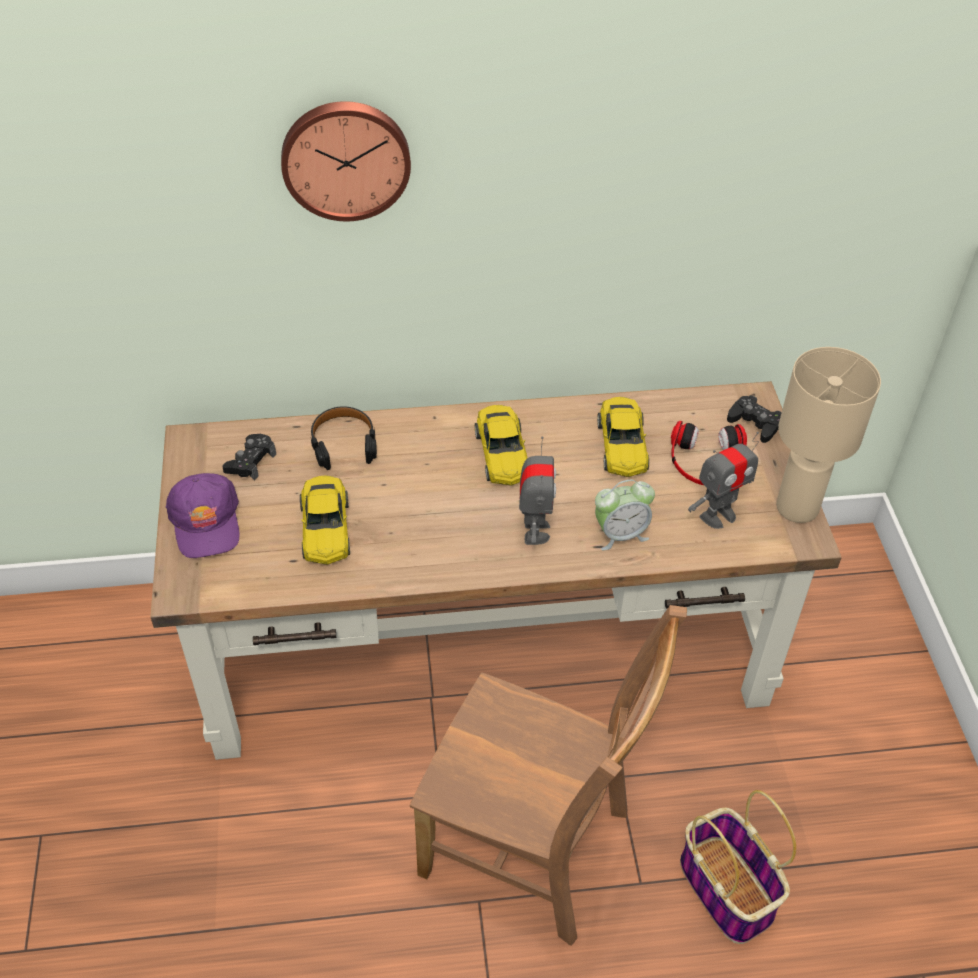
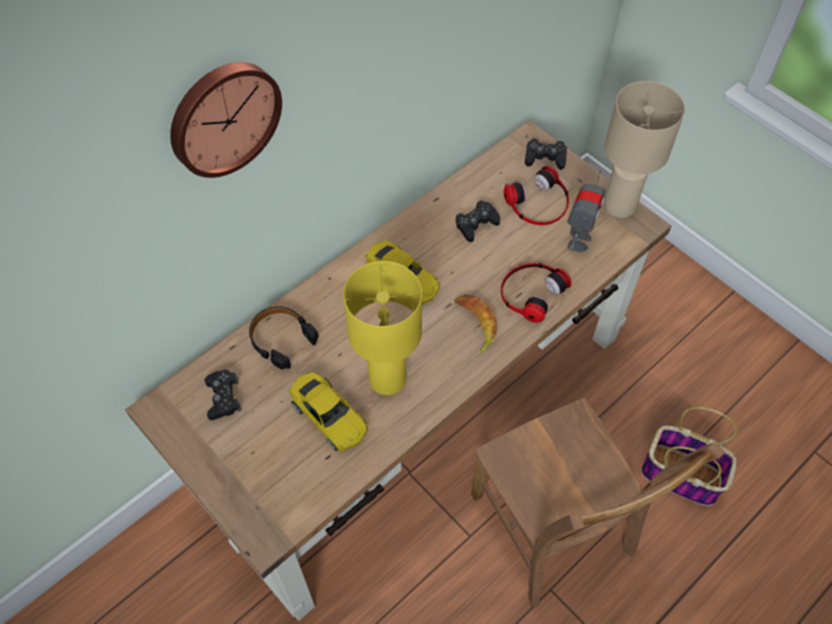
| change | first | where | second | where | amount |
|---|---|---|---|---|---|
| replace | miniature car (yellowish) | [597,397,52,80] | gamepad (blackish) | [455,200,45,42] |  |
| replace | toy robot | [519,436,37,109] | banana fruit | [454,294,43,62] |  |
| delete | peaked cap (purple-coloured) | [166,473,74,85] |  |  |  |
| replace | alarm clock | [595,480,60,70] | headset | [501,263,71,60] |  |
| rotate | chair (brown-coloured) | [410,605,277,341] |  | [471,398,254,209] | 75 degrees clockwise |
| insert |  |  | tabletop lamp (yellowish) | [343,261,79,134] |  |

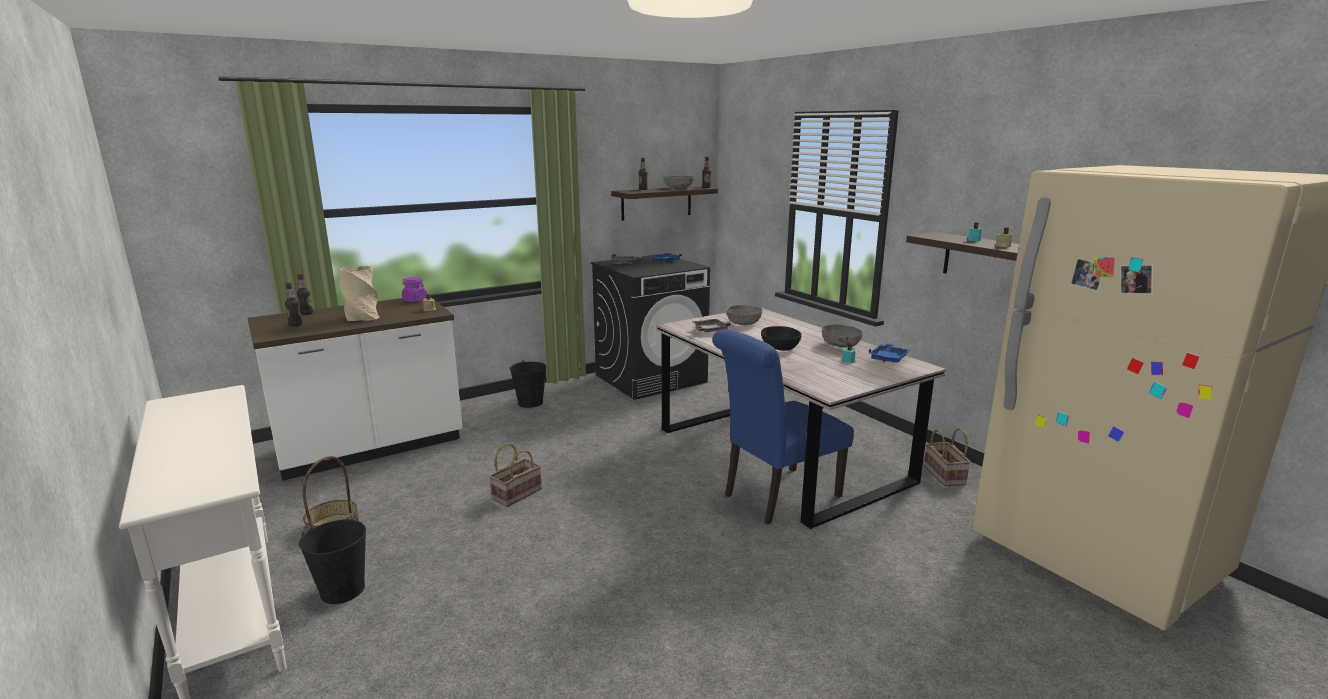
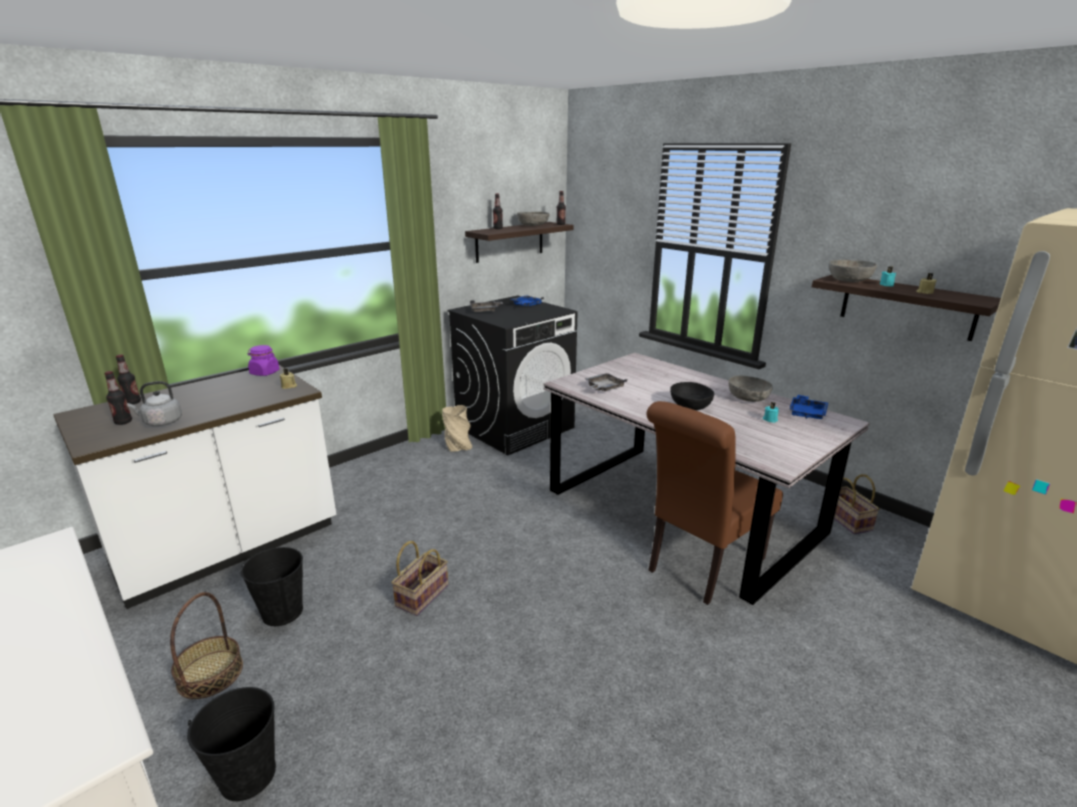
| change | first | where | second | where | amount |
|---|---|---|---|---|---|
| move | flower vase (sand-coloured) | [339,266,41,55] |  | [442,405,30,47] |  |
| move | serving bowl (grey) | [727,305,35,20] |  | [829,260,48,22] |  |
| recolor | chair (bluish) | [712,329,142,196] | chair (brown-coloured) | [647,401,136,204] |  |
| move | bucket (blackish) | [510,360,37,48] |  | [240,547,63,79] |  |
| insert |  |  | tea kettle (grey) | [127,381,55,45] |  |

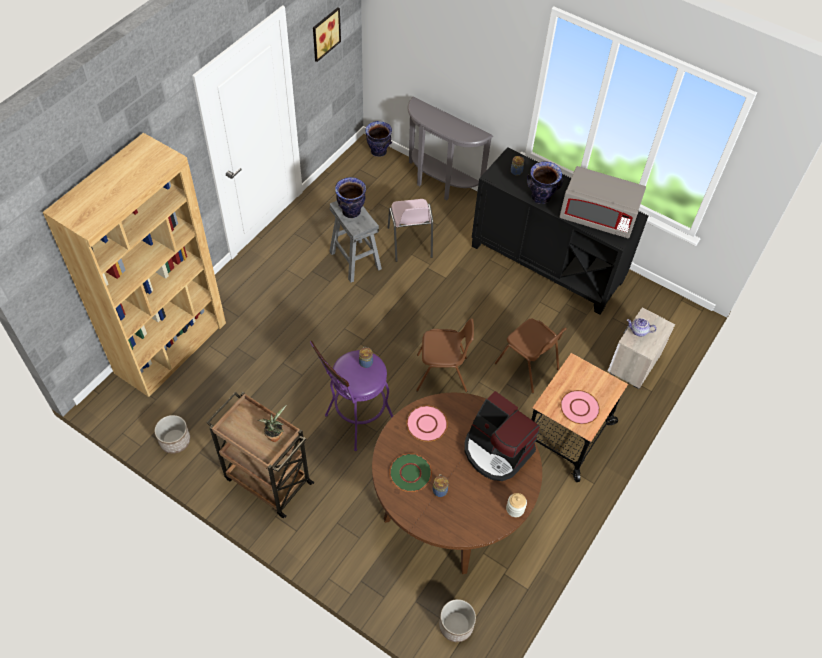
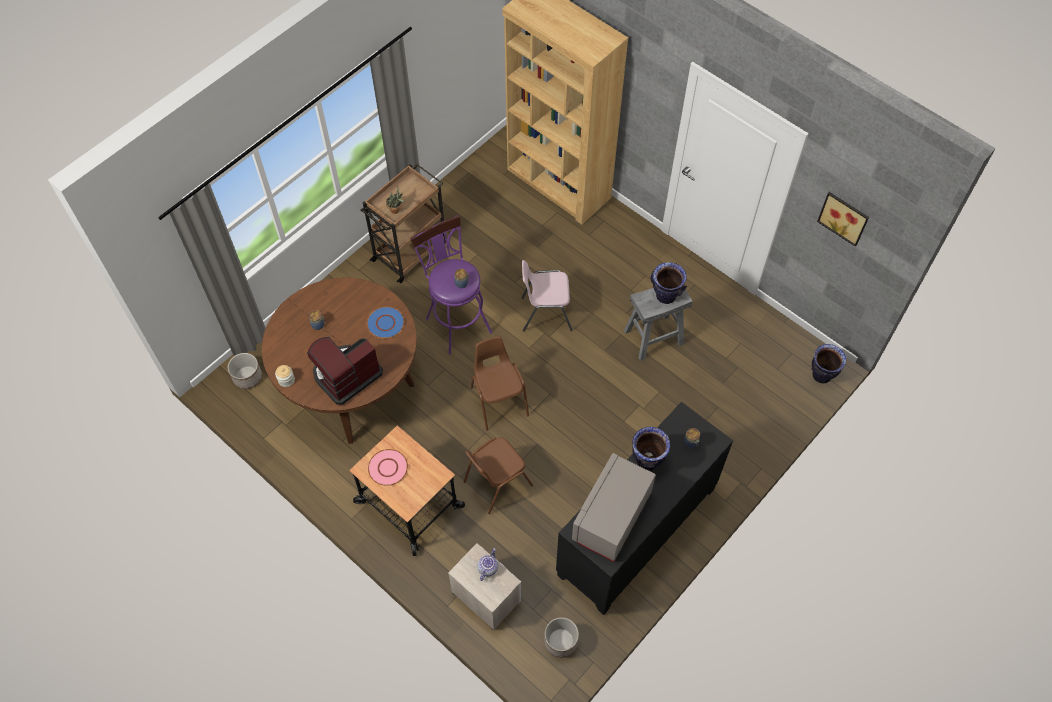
| change | first | where | second | where | amount |
|---|---|---|---|---|---|
| delete | narrow table (grey) | [407,97,86,103] |  |  |  |
| move | chair (pink-coloured) | [387,199,46,63] |  | [522,260,51,72] |  |
| rotate | chair (brown-coloured) | [416,318,58,74] |  | [471,336,58,95] | 150 degrees clockwise |
| recolor | dinner plate (pink-coloured) | [407,406,41,36] | dinner plate (bluish) | [367,306,38,33] |  |
| move | plant pot | [155,415,35,39] |  | [544,617,35,41] |  |
| delete | dinner plate (green-coloured) | [389,453,43,39] |  |  |  |

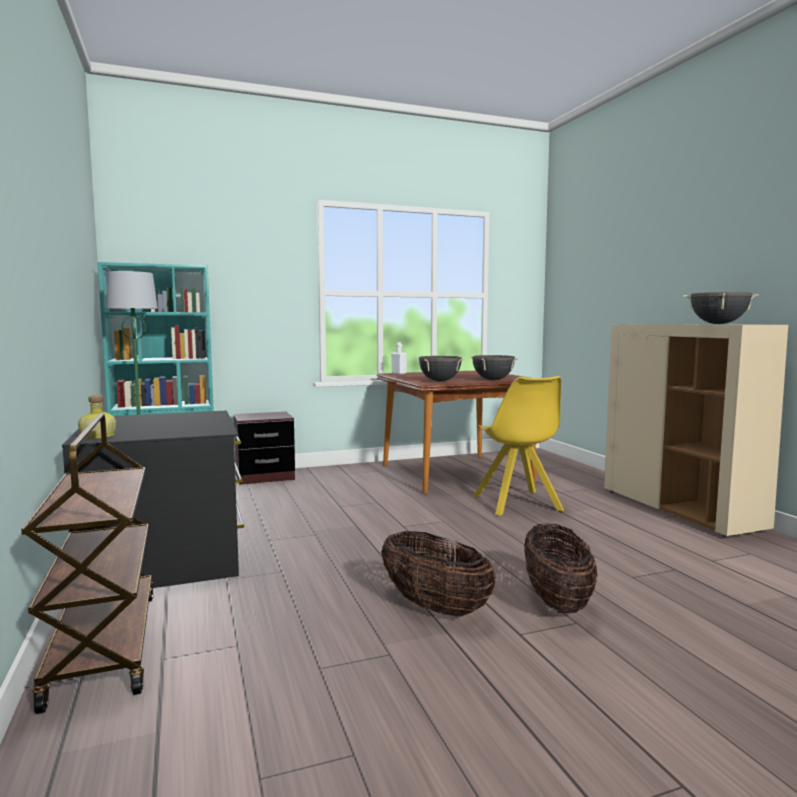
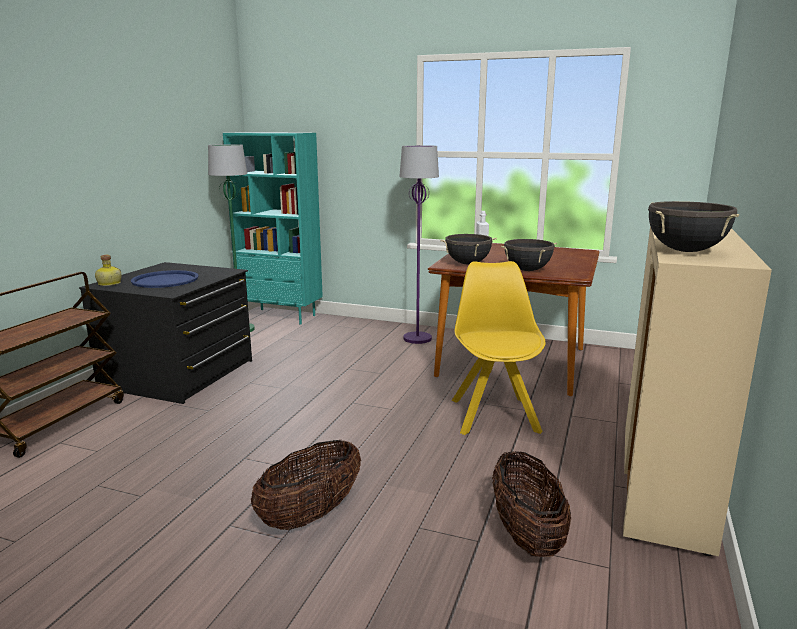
| change | first | where | second | where | amount |
|---|---|---|---|---|---|
| rotate | chair (yellowish) | [473,376,91,140] |  | [452,261,94,174] | 150 degrees clockwise |
| delete | bedside table (brown-coloured) | [234,412,61,73] |  |  |  |
| move | household basket | [381,531,115,86] |  | [492,451,79,106] |  |
| insert |  |  | standing lamp (purple-coloured) | [399,145,40,199] |  |
| insert |  |  | tray (bluish) | [131,270,68,18] |  |

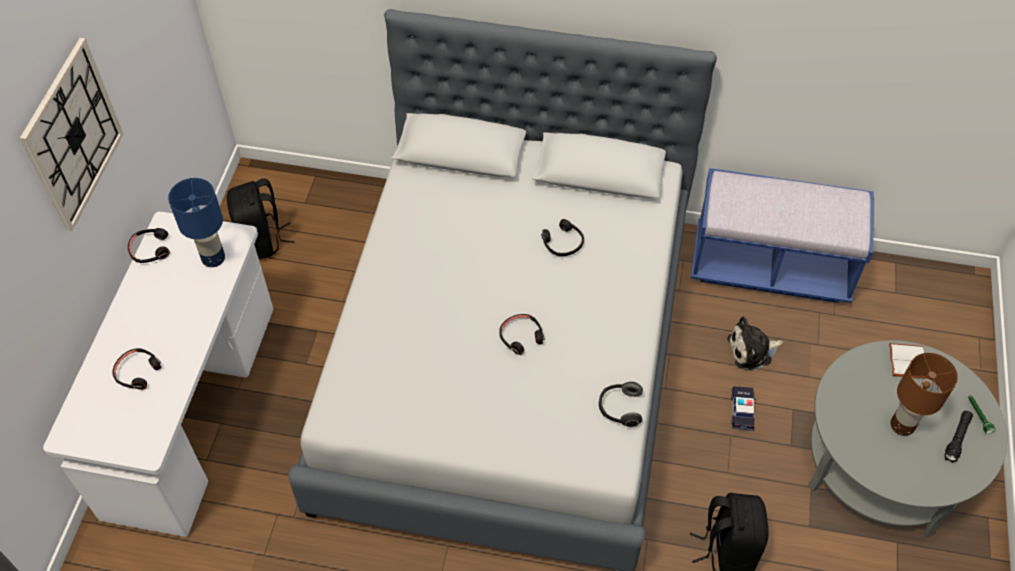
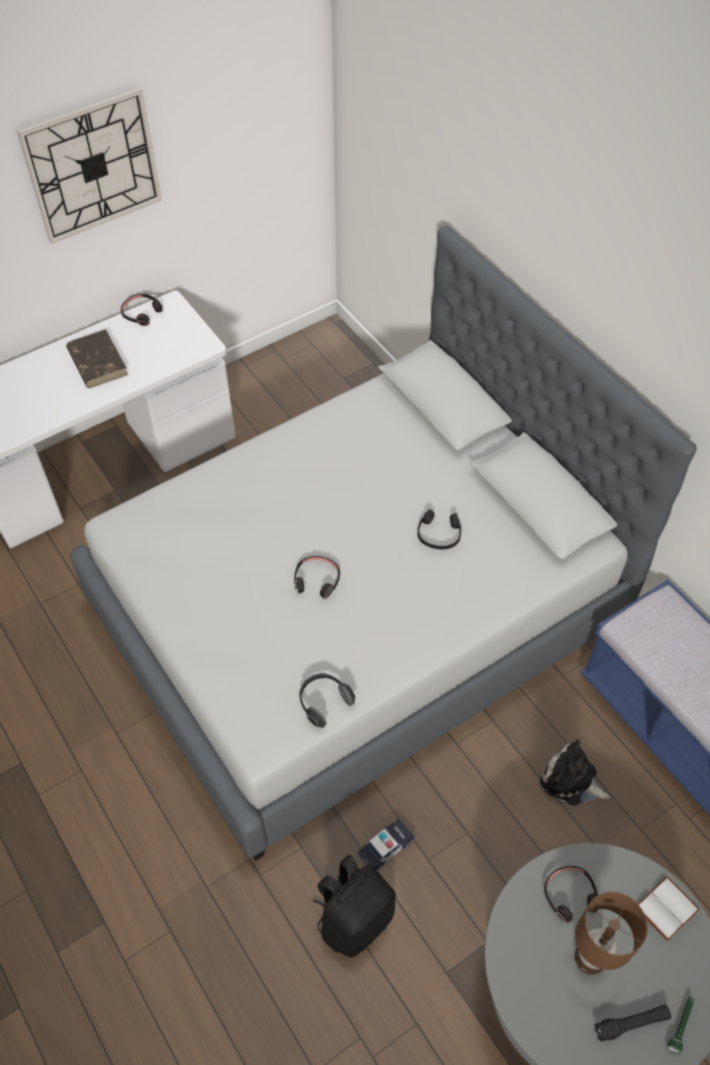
| change | first | where | second | where | amount |
|---|---|---|---|---|---|
| delete | tabletop lamp (bluish) | [168,178,57,89] |  |  |  |
| delete | knapsack (blackish) | [227,178,67,81] |  |  |  |
| move | headset (blackish) | [112,348,50,42] |  | [544,866,54,57] |  |
| move | miniature car | [731,386,25,45] |  | [357,818,58,52] |  |
| insert |  |  | bound book (brown-coloured) | [66,329,62,59] |  |

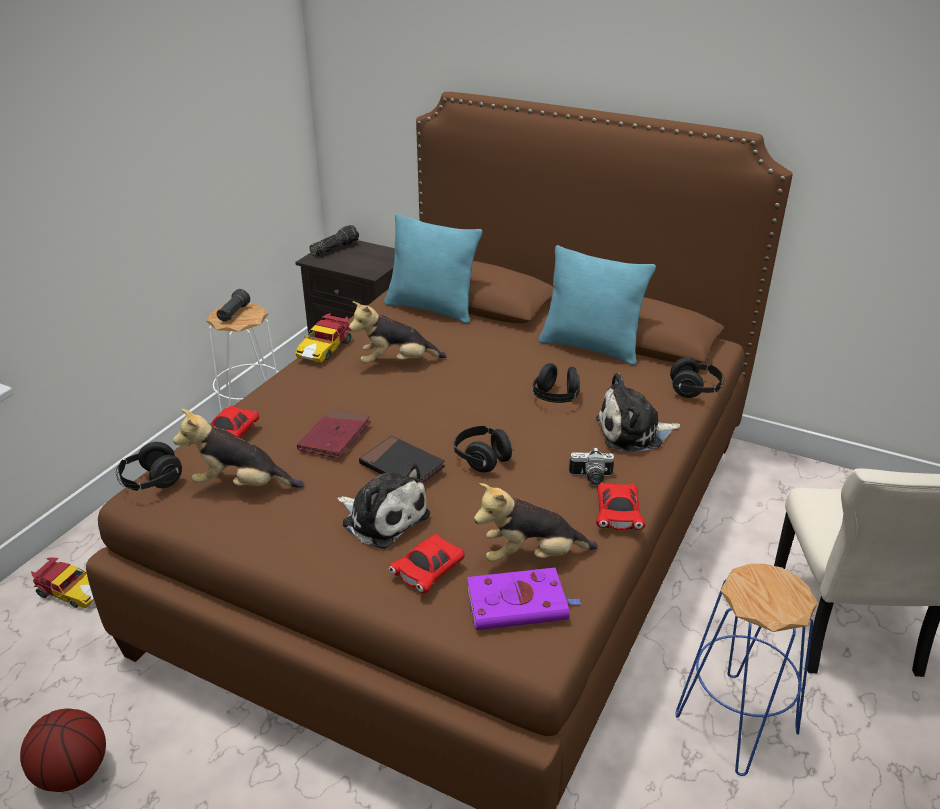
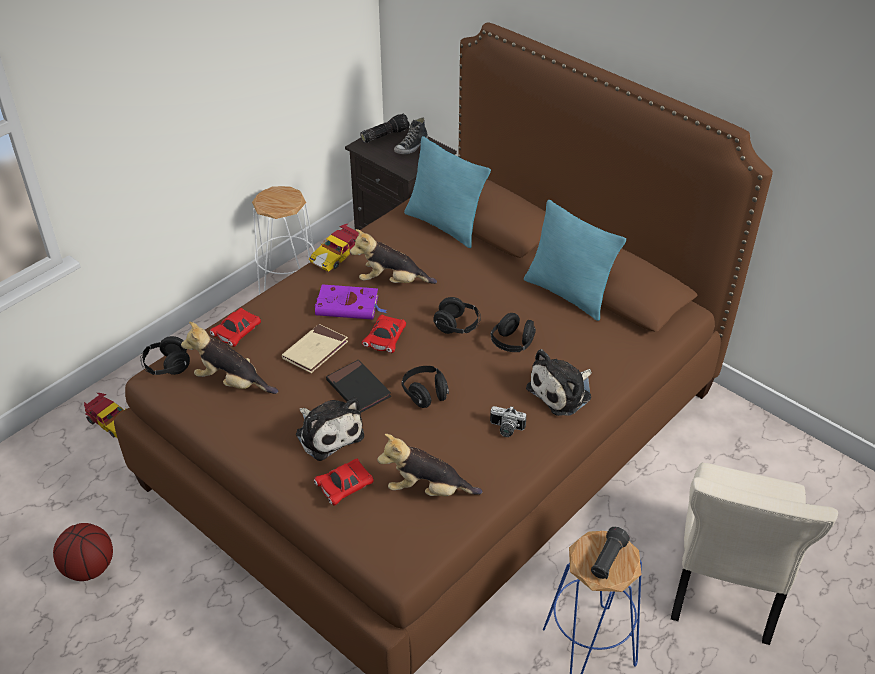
| change | first | where | second | where | amount |
|---|---|---|---|---|---|
| move | hand torch (blackish) | [217,289,33,33] |  | [591,527,39,52] |  |
| move | headset (blackish) | [670,357,55,41] |  | [433,297,48,37] |  |
| rotate | plush toy | [596,373,84,79] |  | [526,349,66,67] | 45 degrees counterclockwise |
| recolor | bound book (red-coloured) | [297,409,74,50] | bound book (sand-coloured) | [282,324,66,49] |  |
| move | miniature car (red-coloured) | [596,483,50,47] |  | [362,315,44,38] |  |
| move | bound book (purple-coloured) | [467,568,114,62] |  | [315,284,72,36] |  |
| insert |  |  | low shoe | [394,118,34,36] |  |

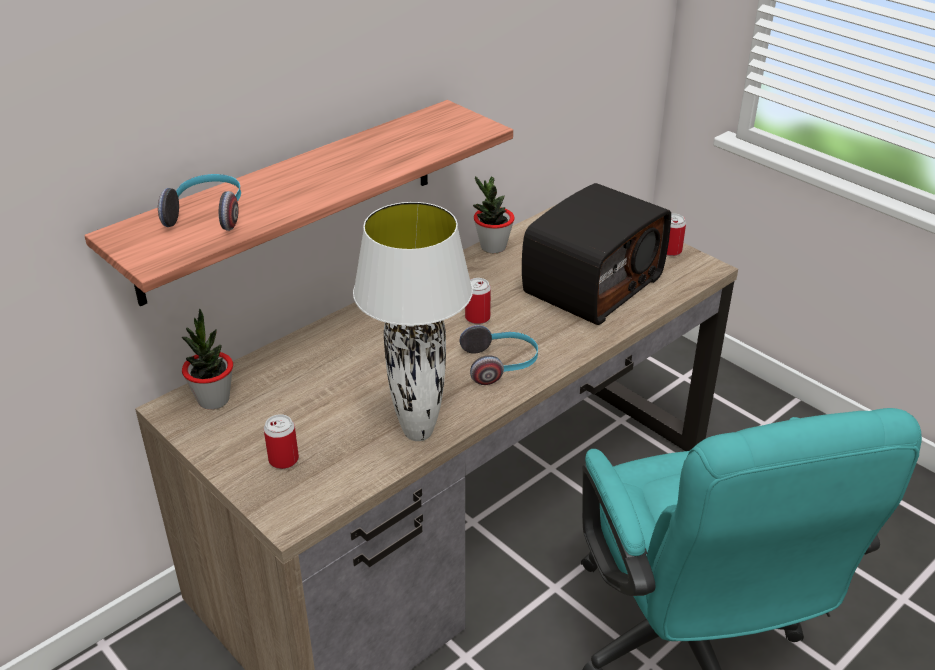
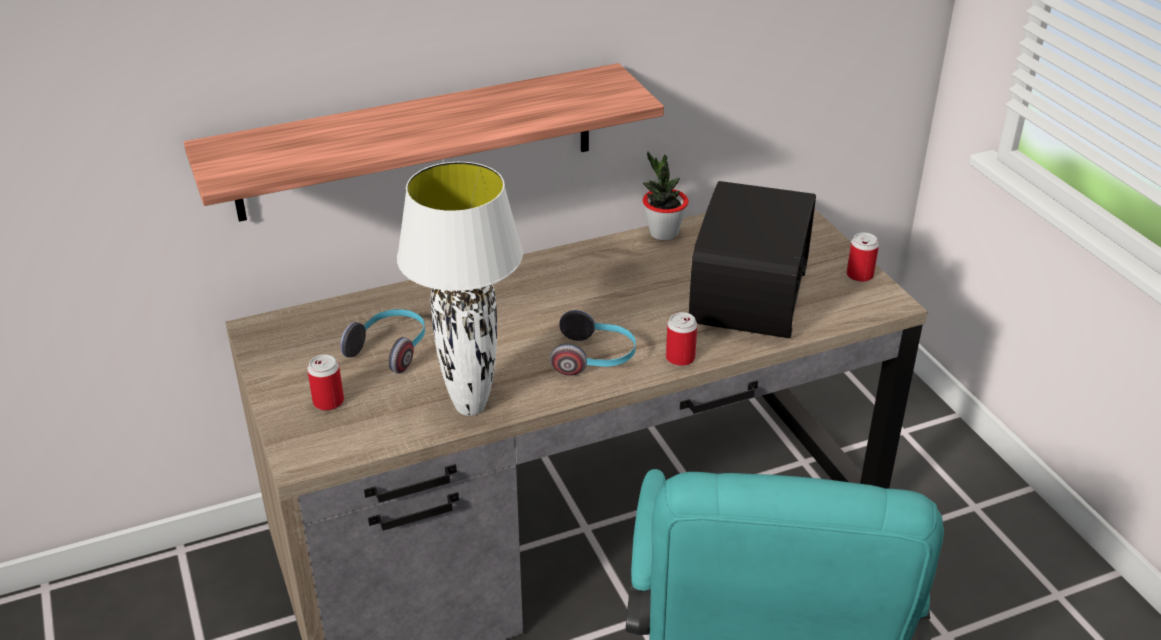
| change | first | where | second | where | amount |
|---|---|---|---|---|---|
| move | headset | [158,174,83,57] |  | [340,309,85,65] |  |
| rotate | radio | [522,183,149,142] |  | [688,181,128,157] | 45 degrees counterclockwise |
| move | sealed can | [465,278,26,46] |  | [666,312,31,54] |  |
| delete | plant in a pot | [182,309,51,101] |  |  |  |

